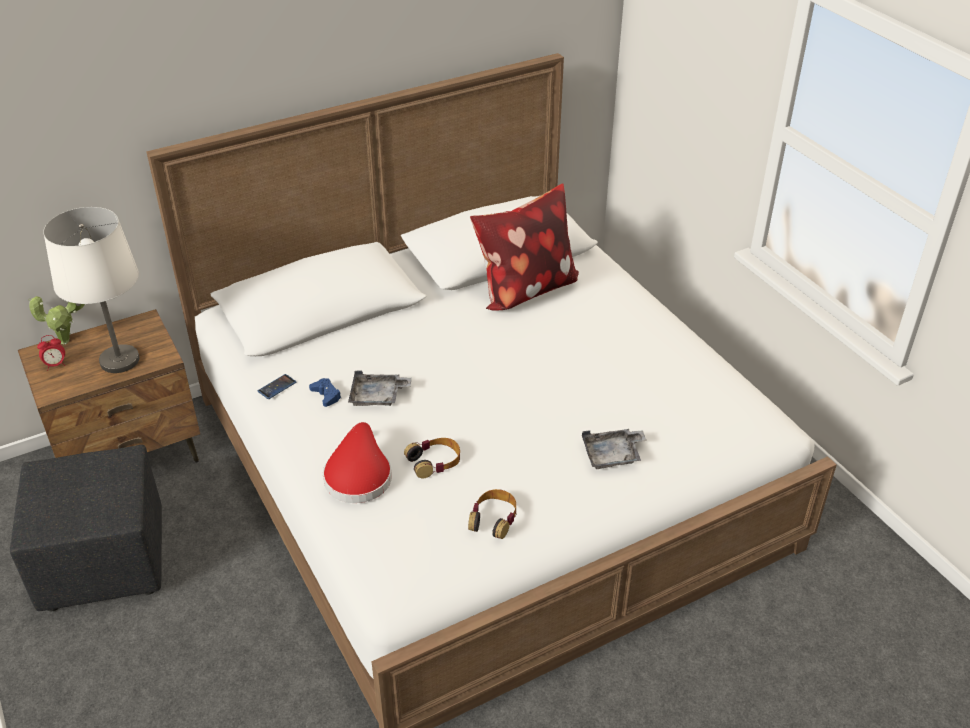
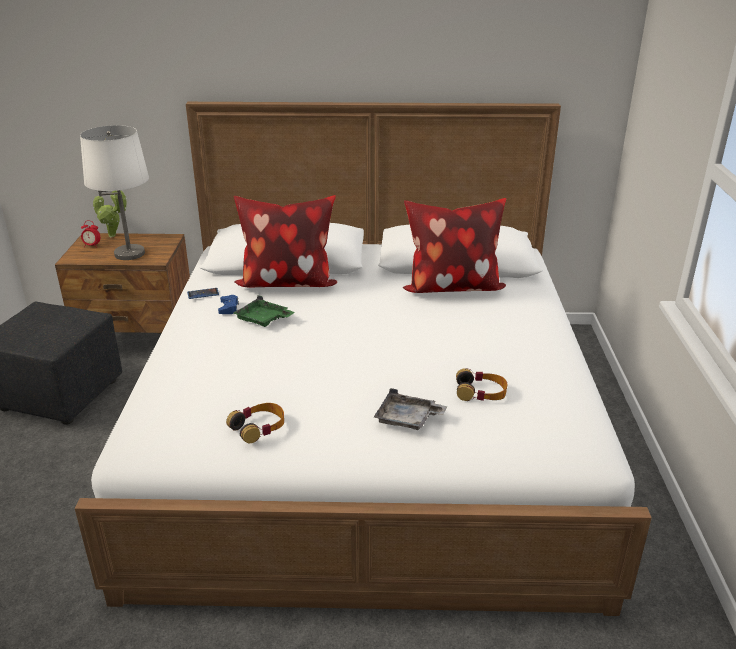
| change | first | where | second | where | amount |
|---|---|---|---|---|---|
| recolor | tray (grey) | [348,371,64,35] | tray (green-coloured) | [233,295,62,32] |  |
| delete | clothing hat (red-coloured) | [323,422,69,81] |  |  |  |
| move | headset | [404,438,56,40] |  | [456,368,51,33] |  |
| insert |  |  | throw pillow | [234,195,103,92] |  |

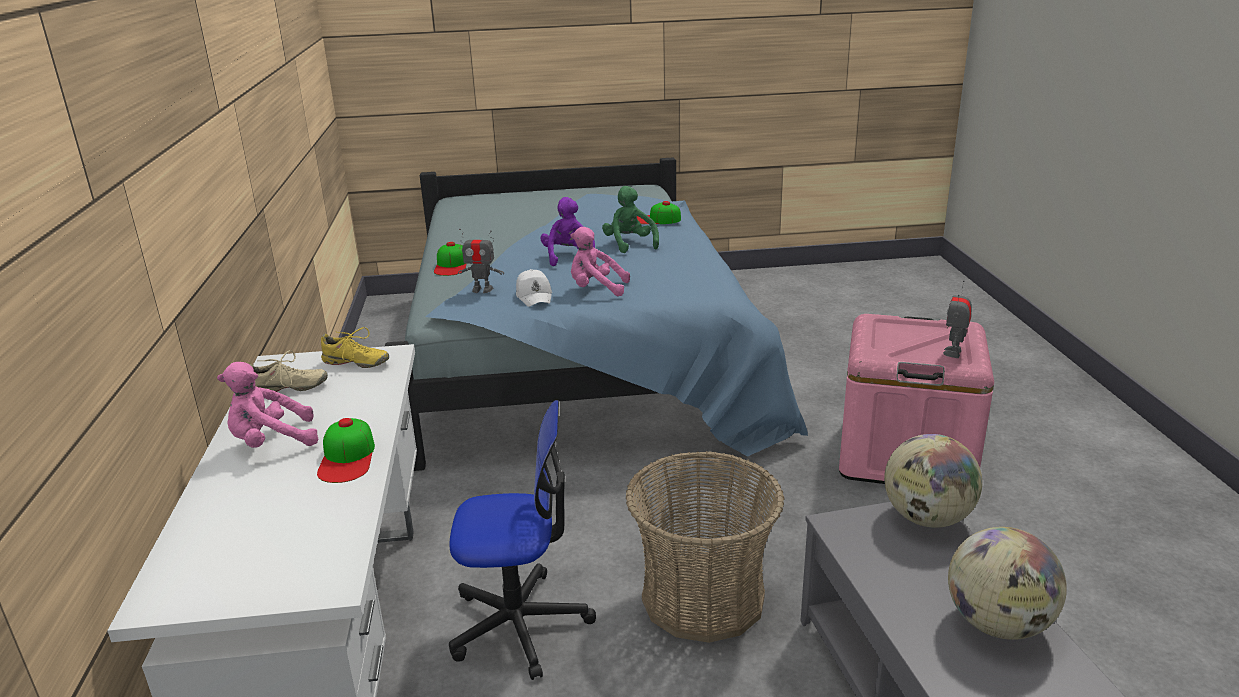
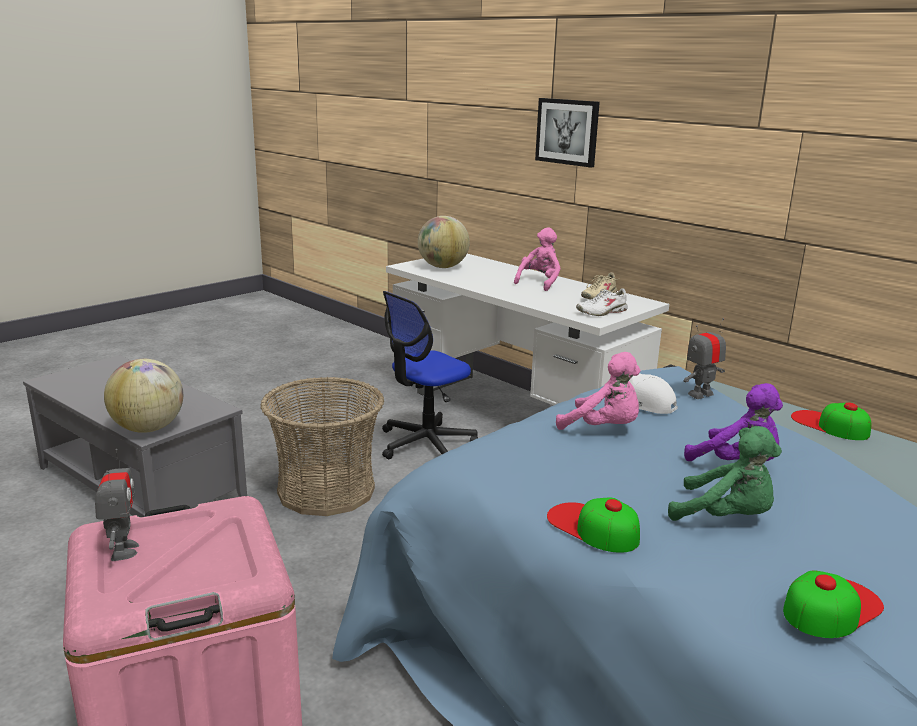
| change | first | where | second | where | amount |
|---|---|---|---|---|---|
| rotate | plush toy (pink-coloured) | [571,227,59,69] |  | [556,352,84,78] | 60 degrees clockwise |
| recolor | low shoe (yellowish) | [321,327,68,41] | low shoe (whitish) | [576,288,52,28] |  |
| move | peaked cap | [317,418,58,65] |  | [547,498,93,55] |  |
| move | desk globe | [948,527,119,113] |  | [418,216,52,52] |  |
| insert |  |  | picture | [535,98,65,69] |  |

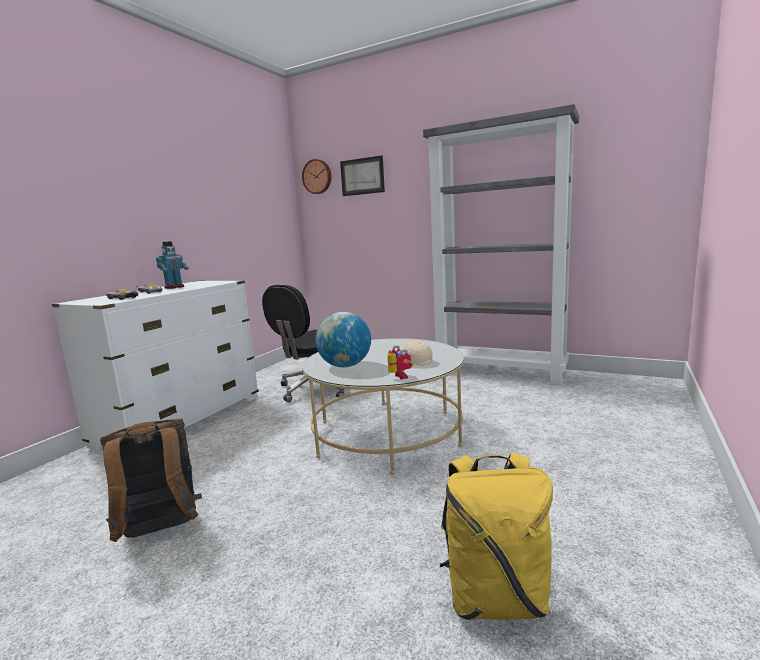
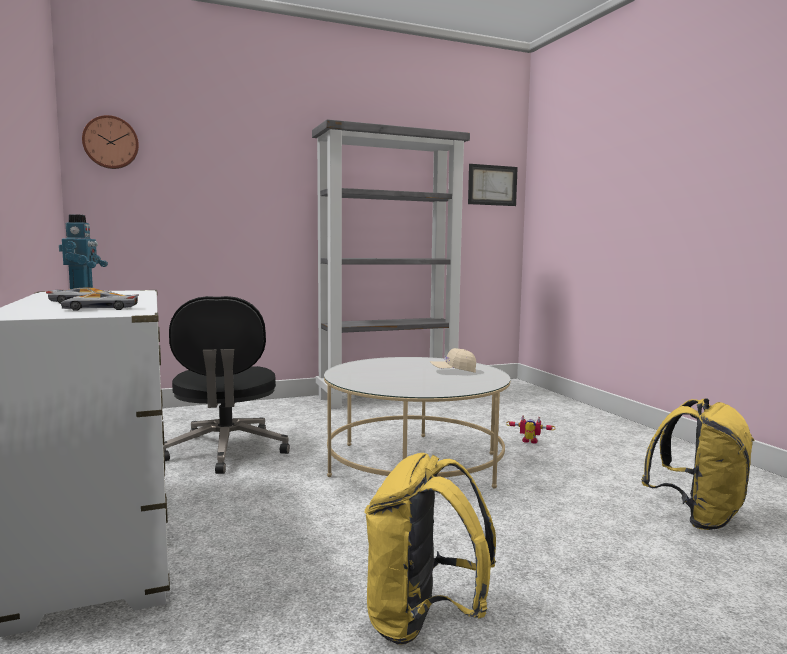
| change | first | where | second | where | amount |
|---|---|---|---|---|---|
| move | picture | [340,155,45,41] |  | [468,164,50,42] |  |
| delete | desk globe | [316,312,55,55] |  |  |  |
| move | toy robot | [387,345,26,34] |  | [506,415,50,29] |  |
| recolor | knapsack (brown-coloured) | [100,419,102,123] | knapsack (yellowish) | [365,453,131,192] |  |

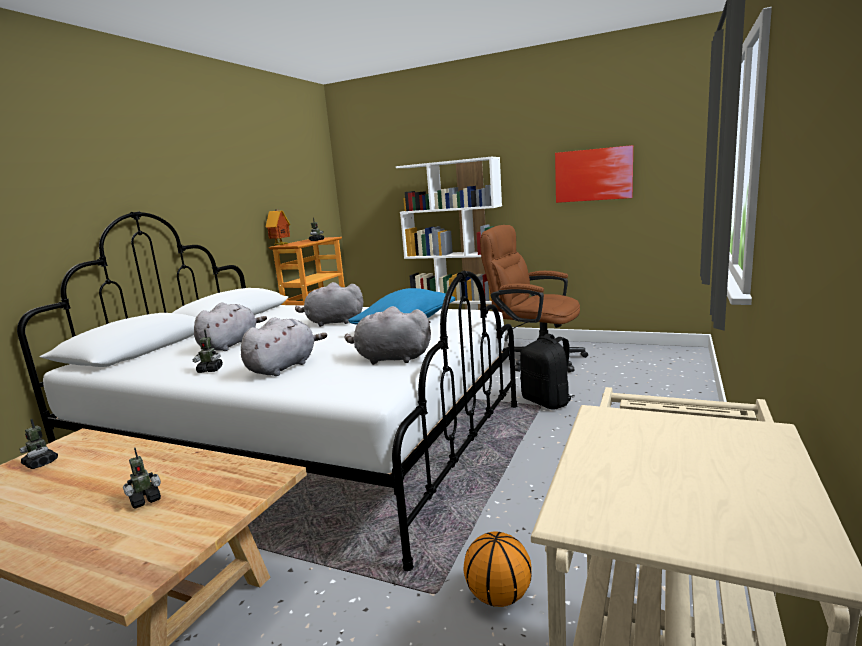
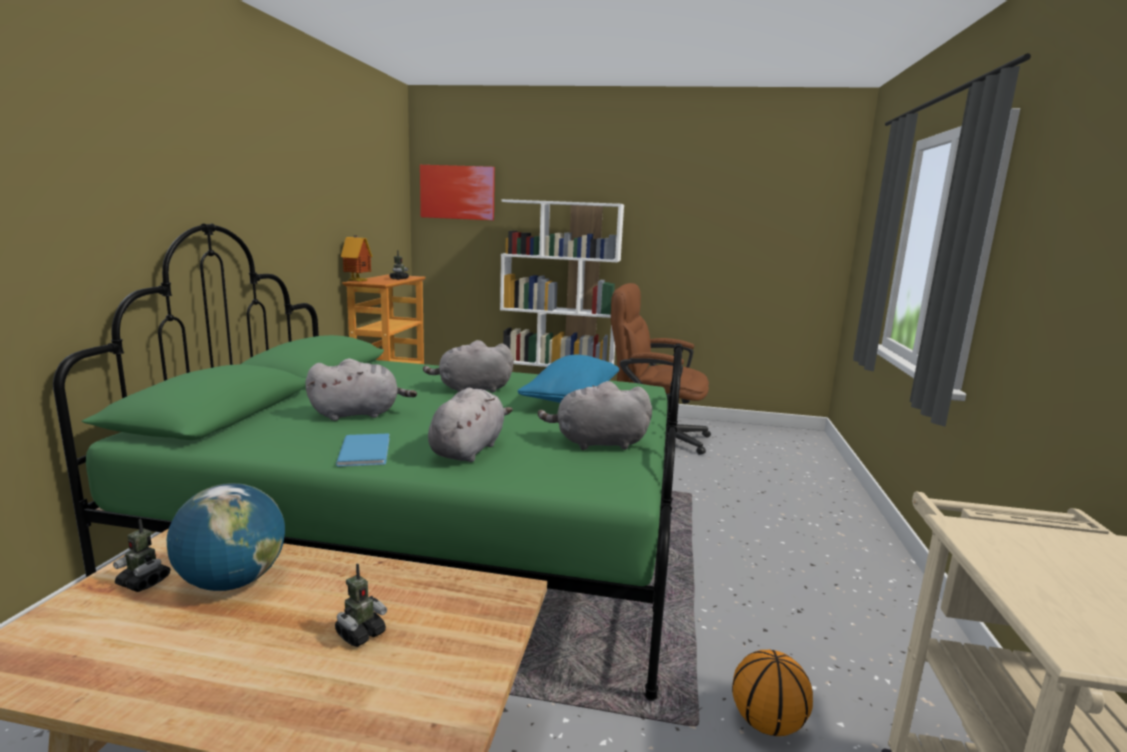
| change | first | where | second | where | amount |
|---|---|---|---|---|---|
| move | picture | [555,145,78,58] |  | [420,165,75,55] |  |
| recolor | sleeping bed (whitish) | [17,211,501,360] | sleeping bed (green-coloured) | [53,223,630,478] |  |
| rotate | plush toy (grey) | [194,303,73,48] |  | [306,358,111,63] | 60 degrees clockwise |
| replace | toy robot | [193,329,30,44] | bound book (bluish) | [336,434,54,33] |  |
| delete | knapsack (blackish) | [520,334,55,76] |  |  |  |
| insert |  |  | desk globe | [167,483,118,108] |  |

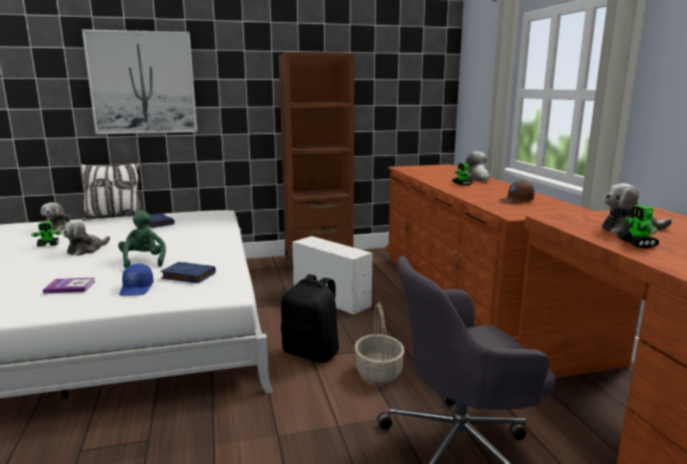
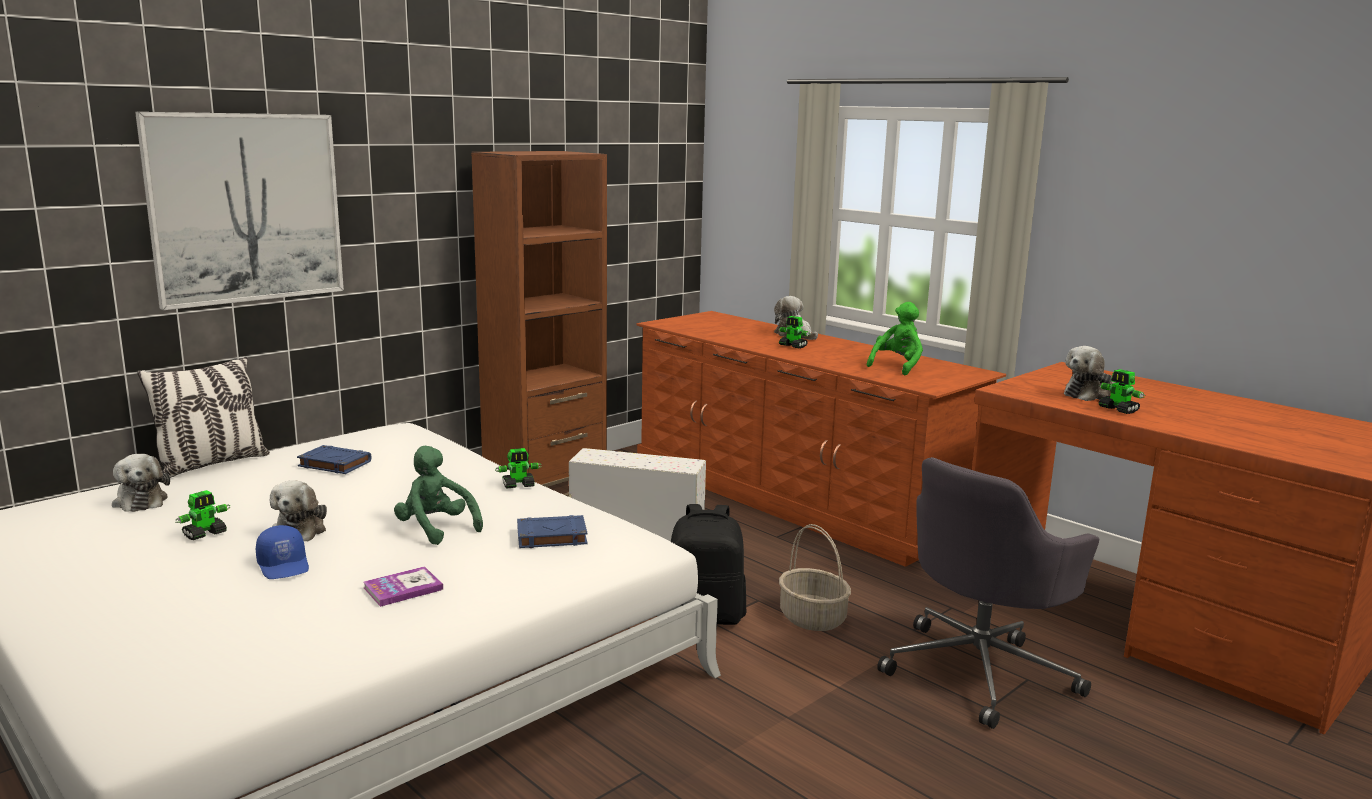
| change | first | where | second | where | amount |
|---|---|---|---|---|---|
| replace | peaked cap (brown-coloured) | [499,181,36,23] | plush toy (green-coloured) | [867,302,56,73] |  |
| move | peaked cap (bluish) | [119,264,34,32] |  | [256,525,53,54] |  |
| insert |  |  | toy robot | [495,448,47,41] |  |

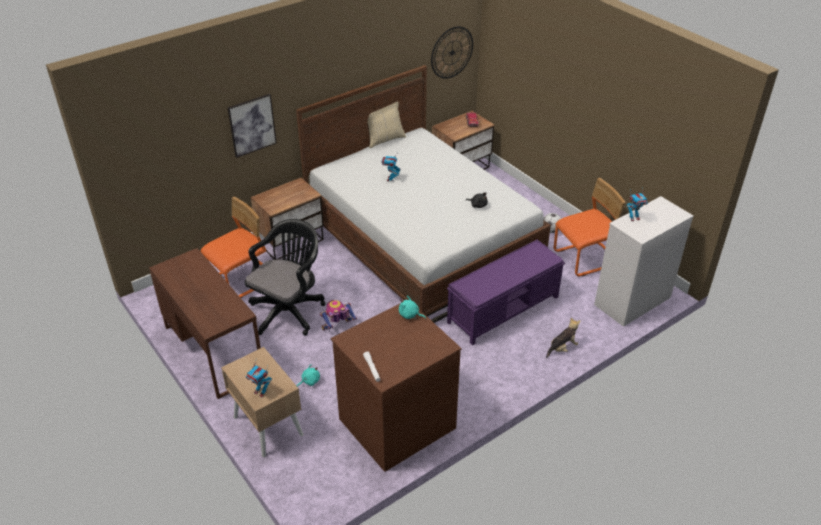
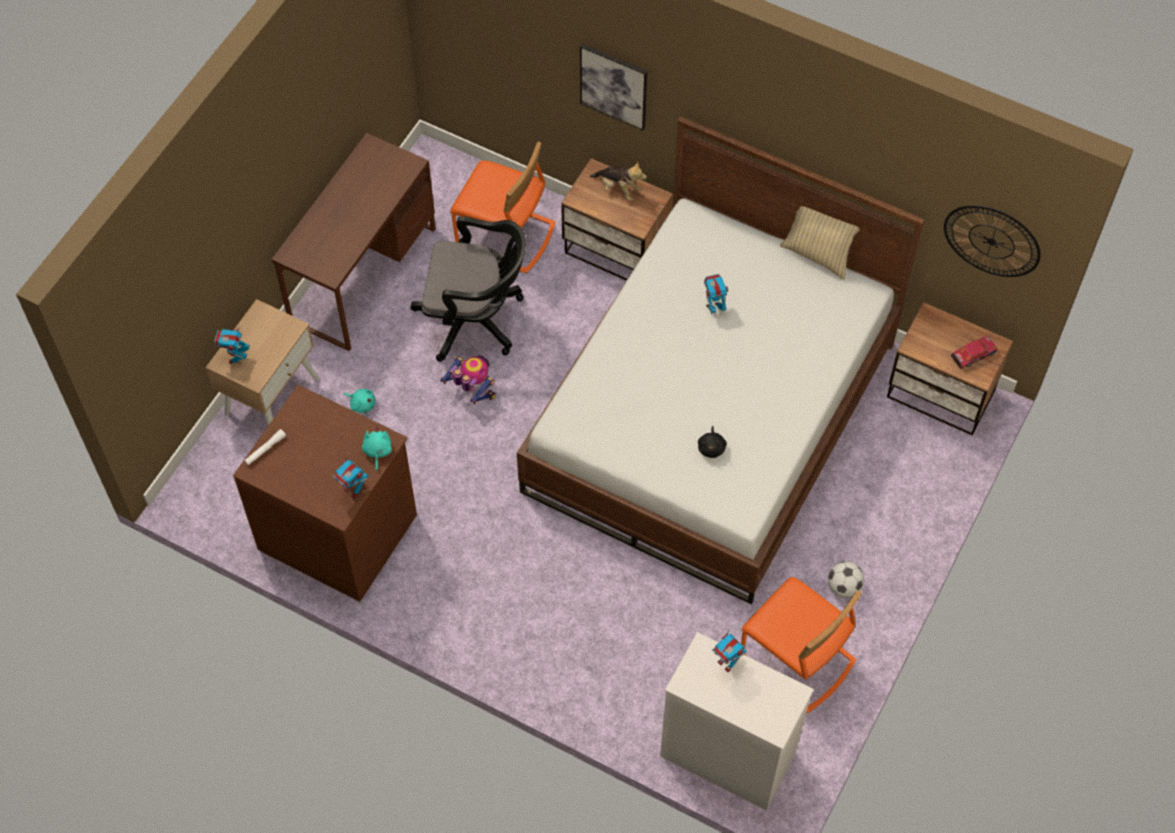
| change | first | where | second | where | amount |
|---|---|---|---|---|---|
| delete | bench (purple-coloured) | [447,240,118,105] |  |  |  |
| move | plush toy | [546,318,34,40] |  | [590,162,57,38] |  |
| insert |  |  | toy robot | [333,452,36,46] |  |

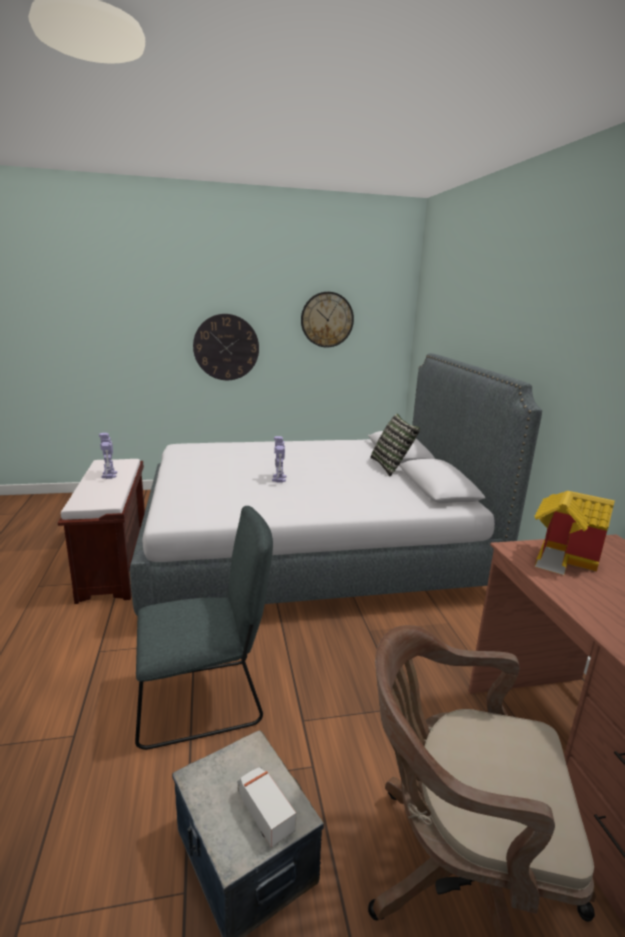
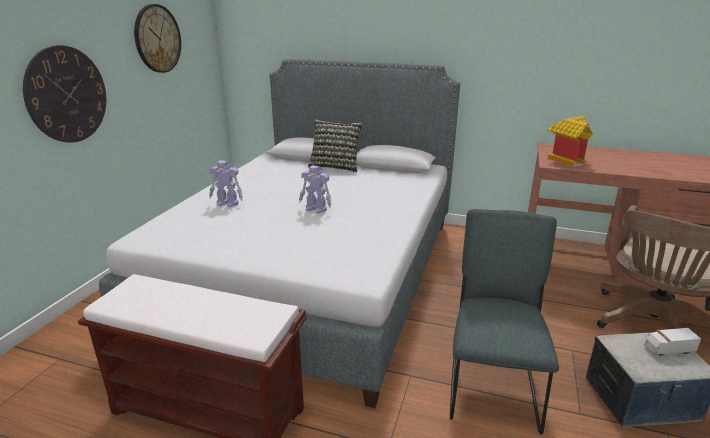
| change | first | where | second | where | amount |
|---|---|---|---|---|---|
| move | toy robot | [99,433,18,46] |  | [209,161,34,46] |  |

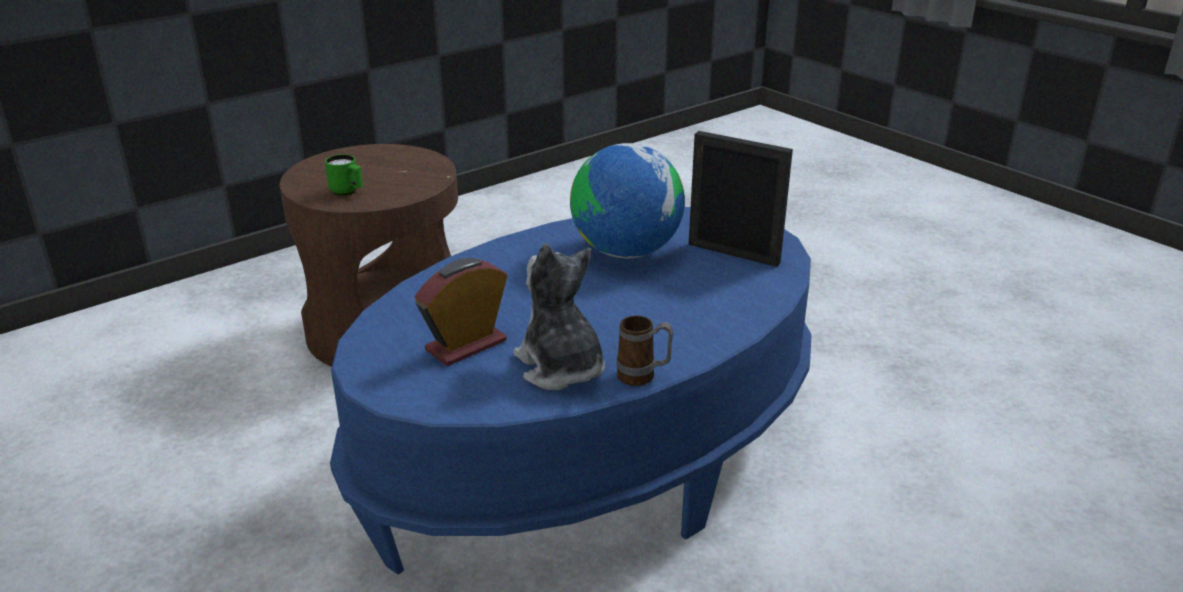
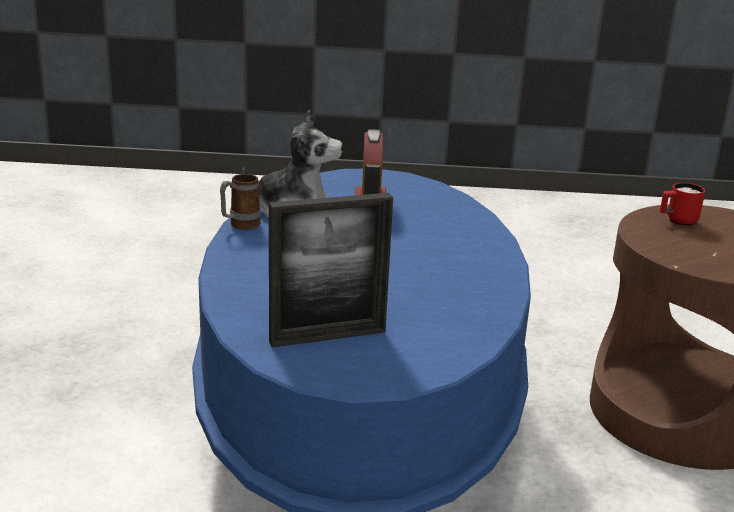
| change | first | where | second | where | amount |
|---|---|---|---|---|---|
| delete | desk globe | [570,143,115,116] |  |  |  |
| recolor | coffee mug (green-coloured) | [325,154,38,42] | coffee mug (red-coloured) | [660,183,45,43] |  |

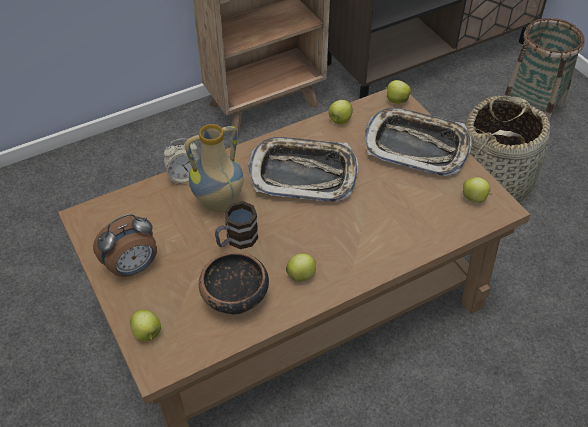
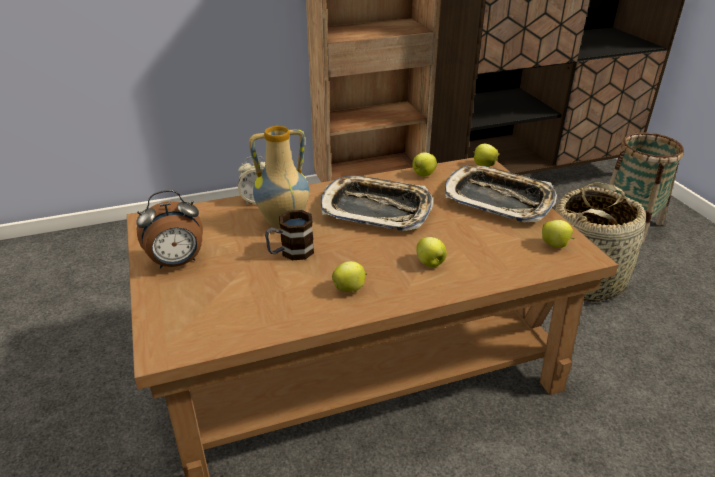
| change | first | where | second | where | amount |
|---|---|---|---|---|---|
| delete | serving bowl | [199,252,70,63] |  |  |  |
| move | apple fruit | [130,310,31,31] |  | [416,237,31,30] |  |

